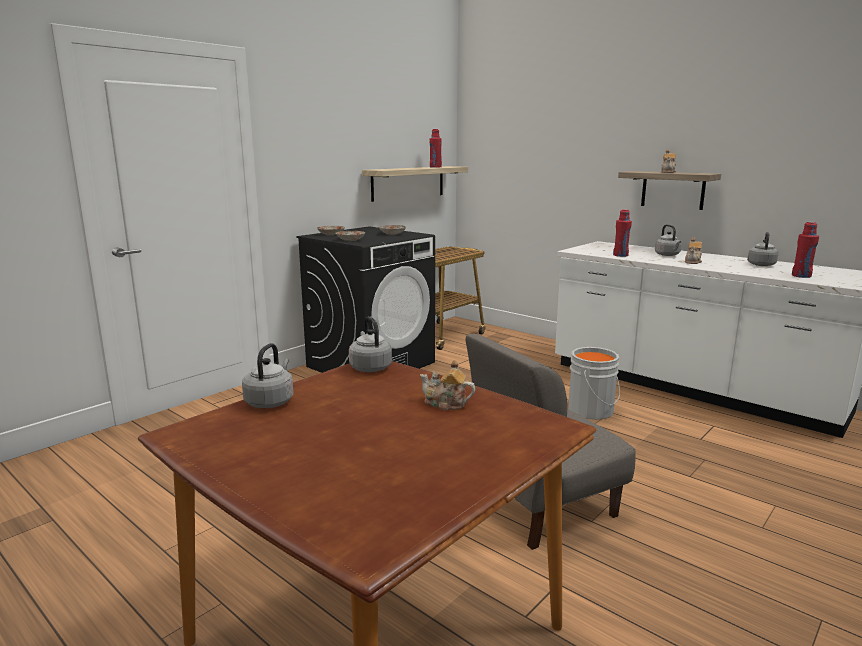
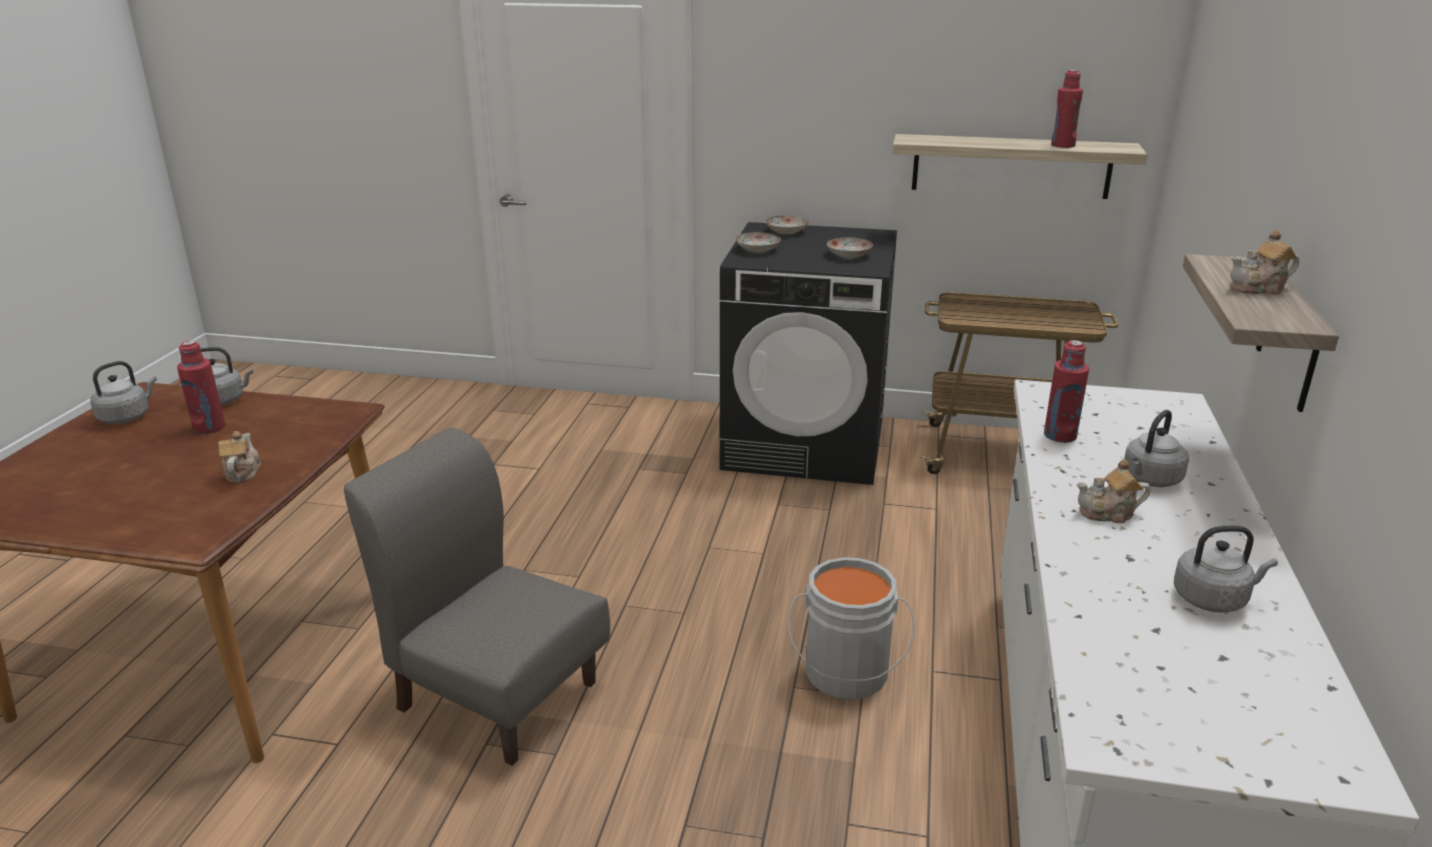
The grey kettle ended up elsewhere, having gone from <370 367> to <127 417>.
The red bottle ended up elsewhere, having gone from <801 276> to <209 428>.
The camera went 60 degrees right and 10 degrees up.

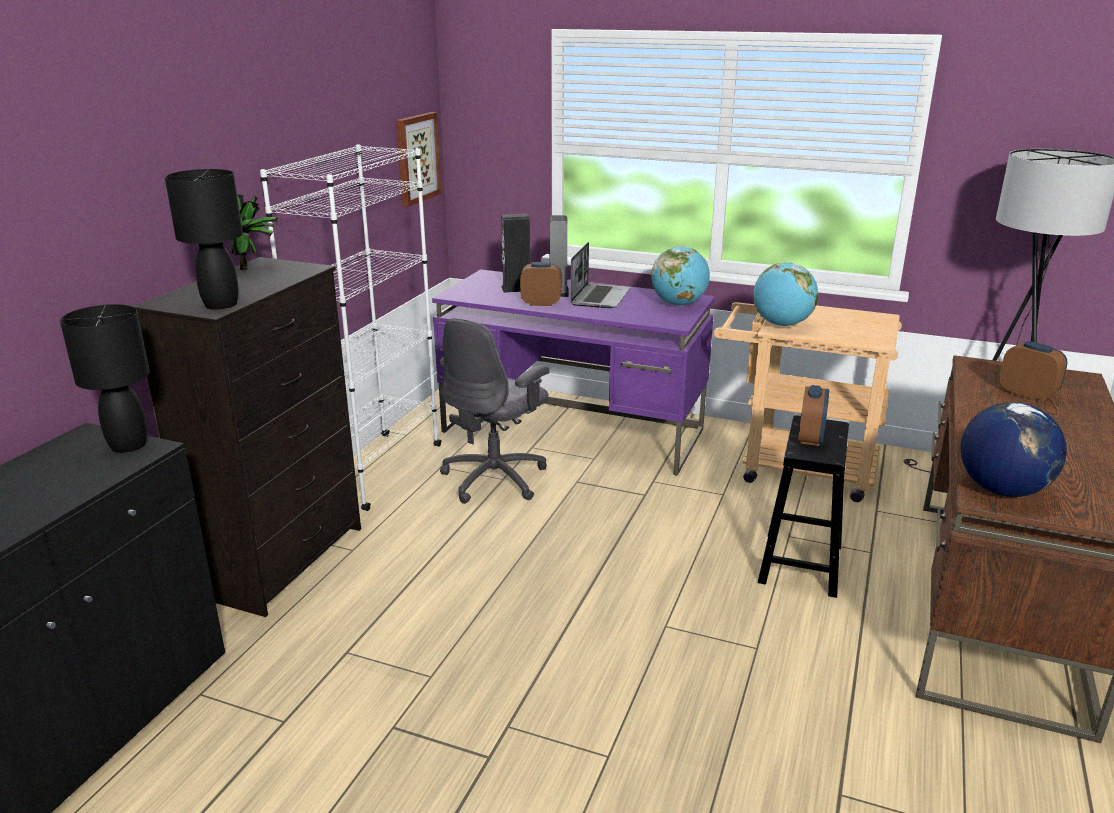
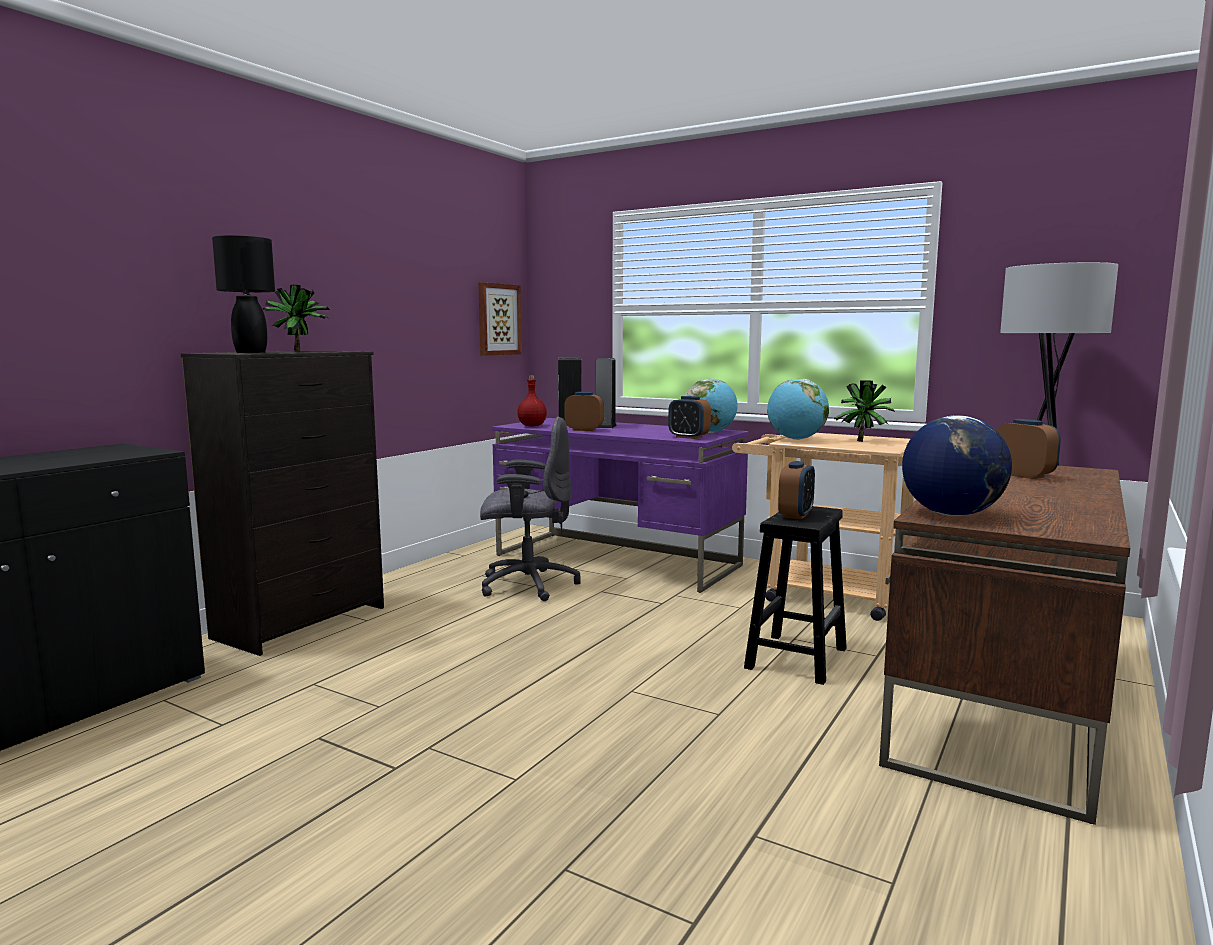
The grey office chair at <496 478> ended up facing another way, 135 degrees counterclockwise from before.
The second view gained the red bottle at <532 426>.
The second view gained the alarm clock at <688 437>.
The second view gained the potted plant at <864 441>.
The second view lost the black table lamp at <129 446>.
The second view lost the white bookcase at <375 470>.
The second view lost the laptop at <600 297>.
The camera went 10 degrees right and 15 degrees down.

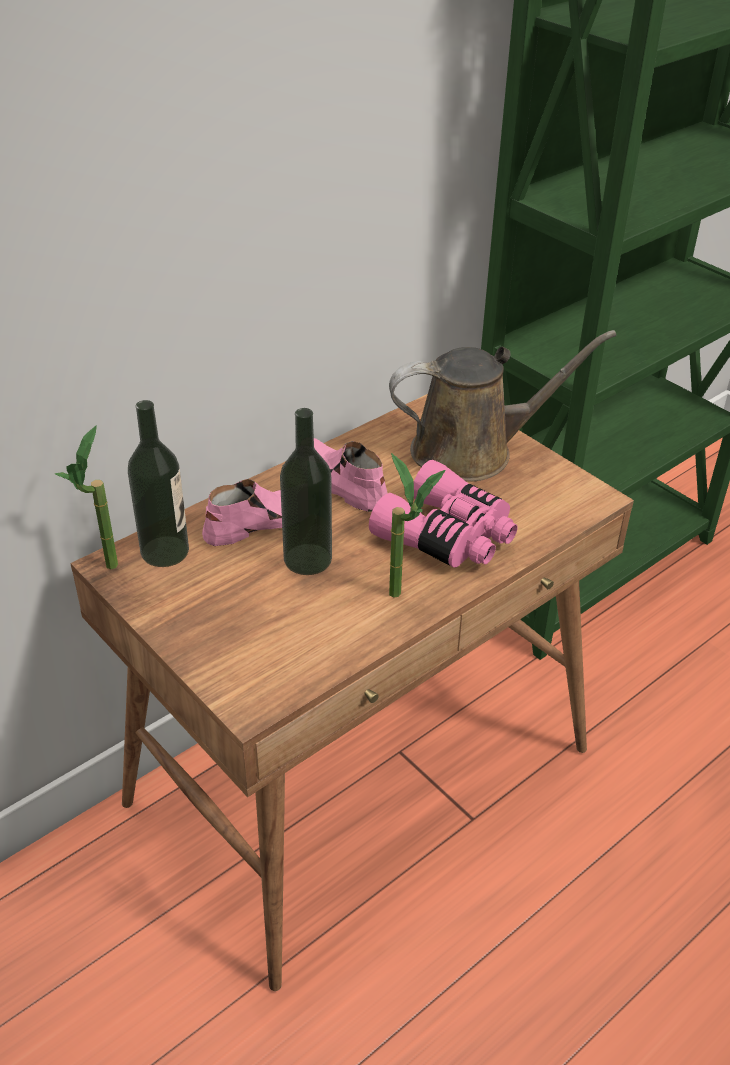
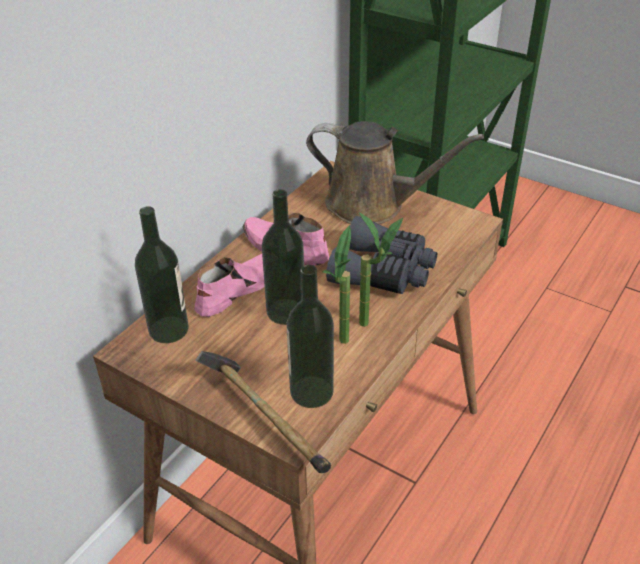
The second view gained the hammer at <264 421>.
The second view gained the bottle at <311 392>.
The brown watering can at <472 451> ended up facing another way, 45 degrees clockwise from before.
The potted plant ended up elsewhere, having gone from <104 573> to <343 347>.
What was the pink binoculars at <448 536> turned into the grey binoculars at <383 271>.
The camera went 15 degrees left and 0 degrees up.

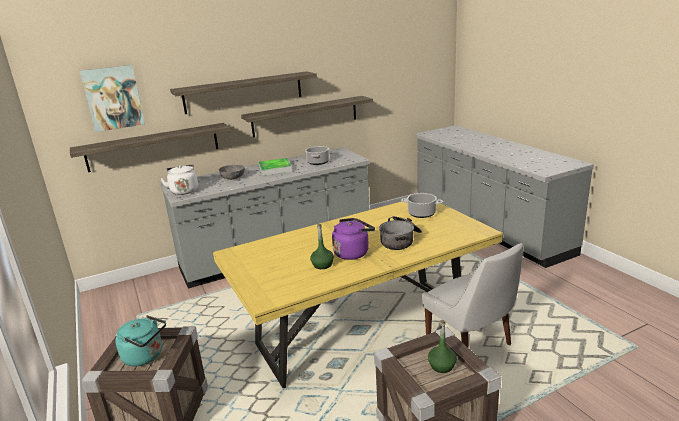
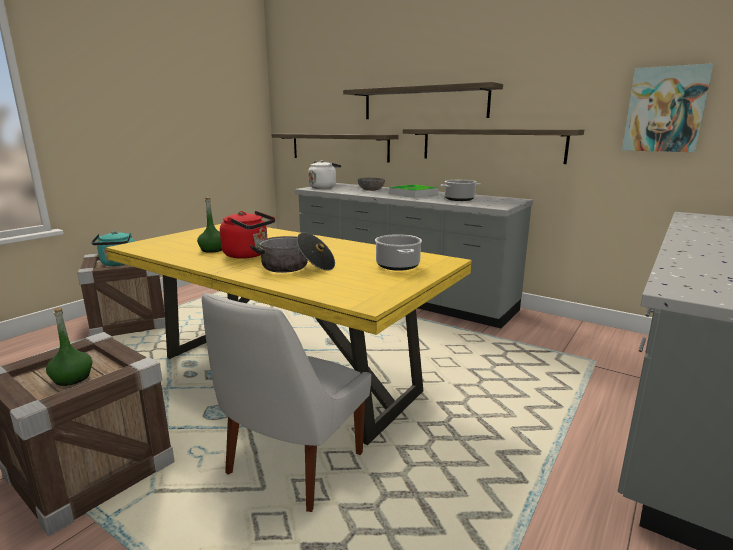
What was the purple kettle at <352 253> turned into the red kettle at <248 255>.
The picture ended up elsewhere, having gone from <113 98> to <665 109>.
The camera went 60 degrees right and 5 degrees down.

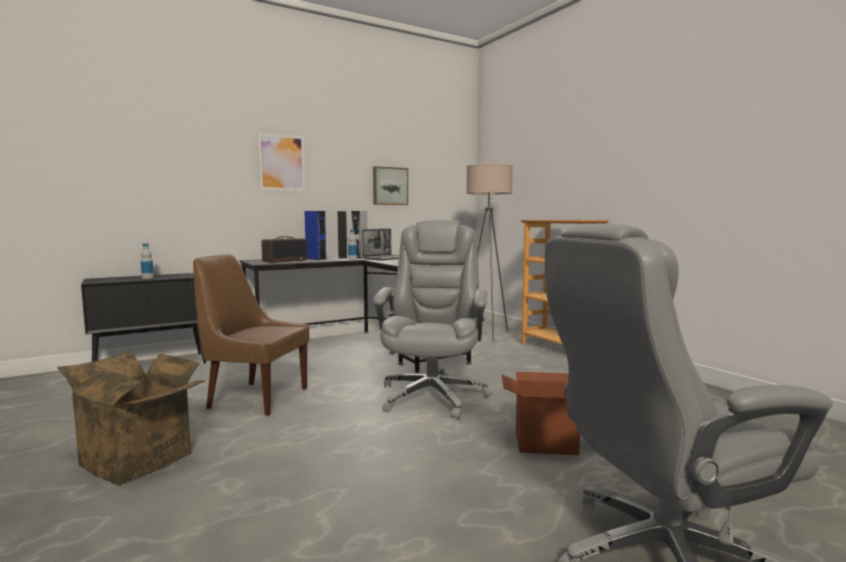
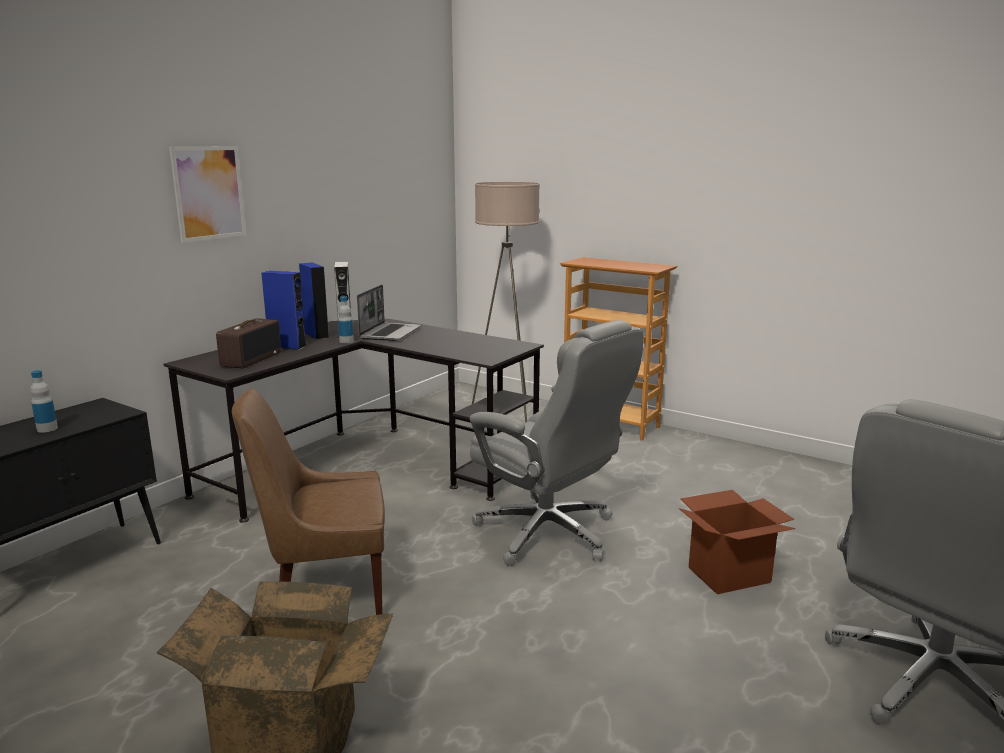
The grey office chair at <433 396> ended up facing another way, 150 degrees clockwise from before.
The second view lost the picture at <389 186>.
The camera went 25 degrees left and 10 degrees up.

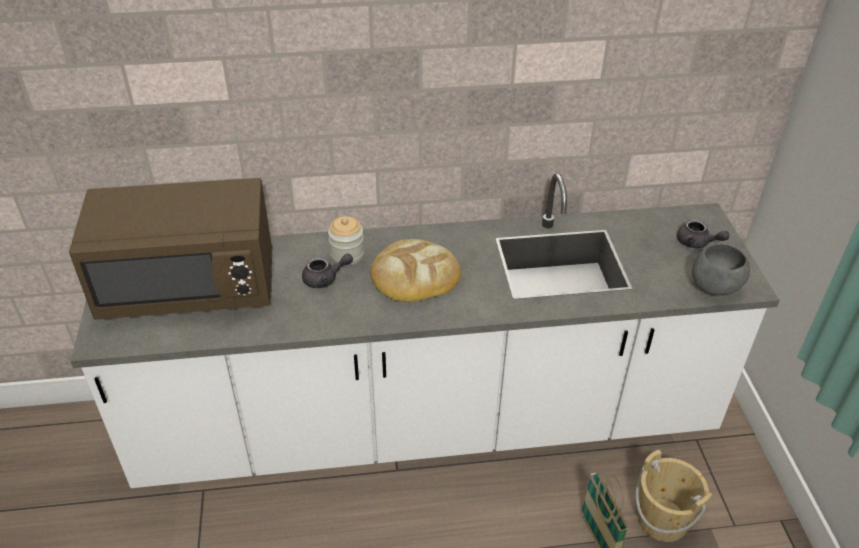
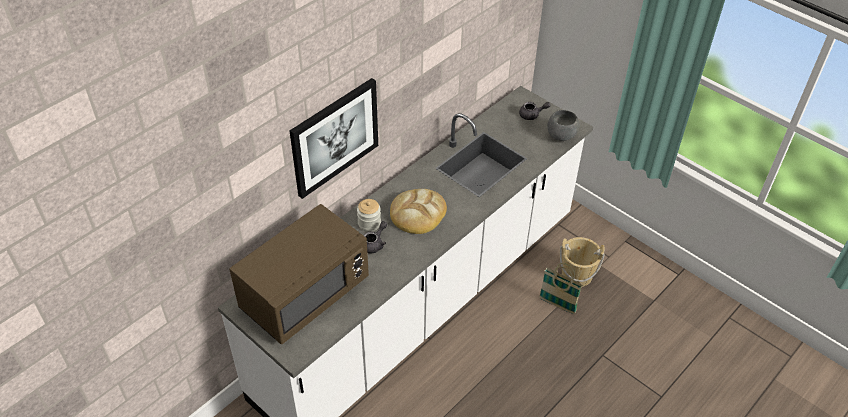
The second view gained the picture at <334 137>.
The camera went 40 degrees left and 5 degrees up.

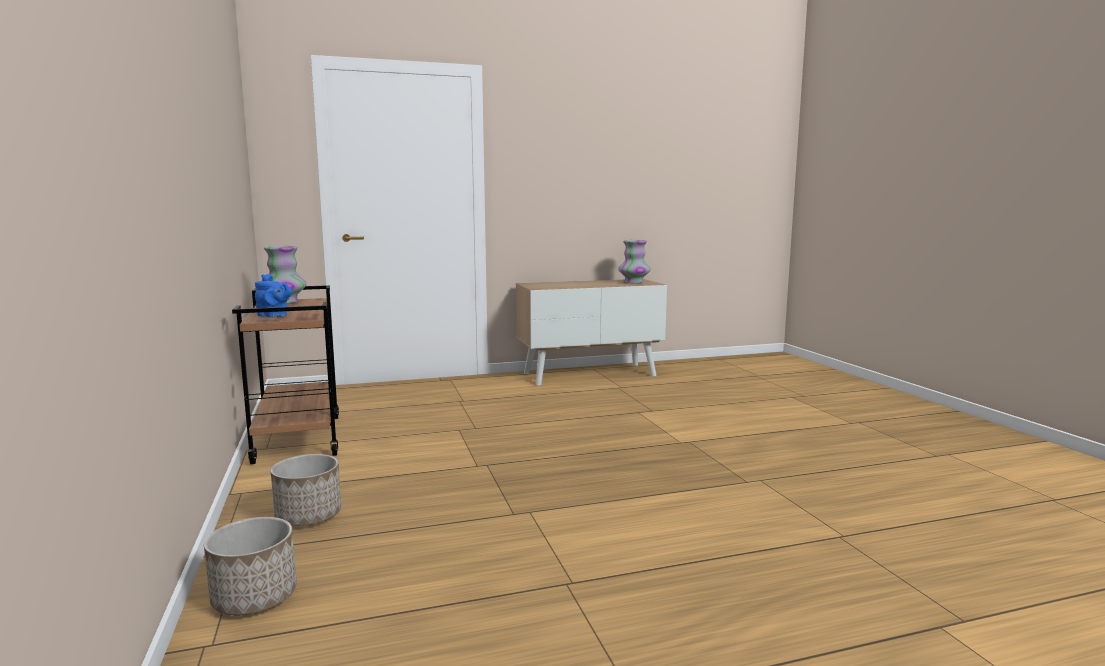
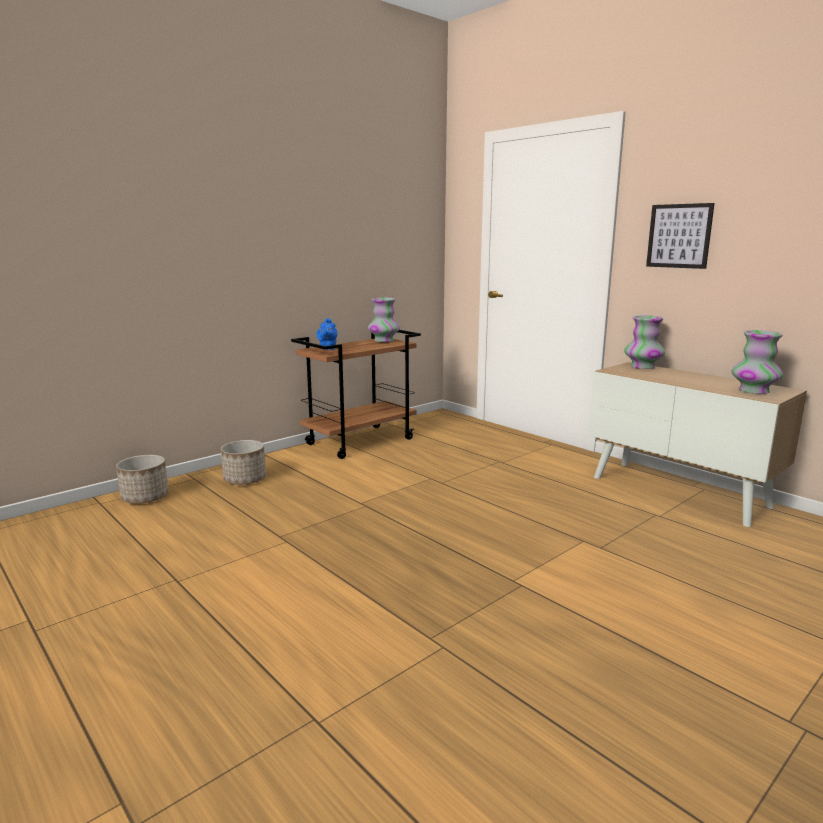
The second view gained the vase at <643 367>.
The second view gained the picture at <679 236>.
The camera went 65 degrees right and 5 degrees up.

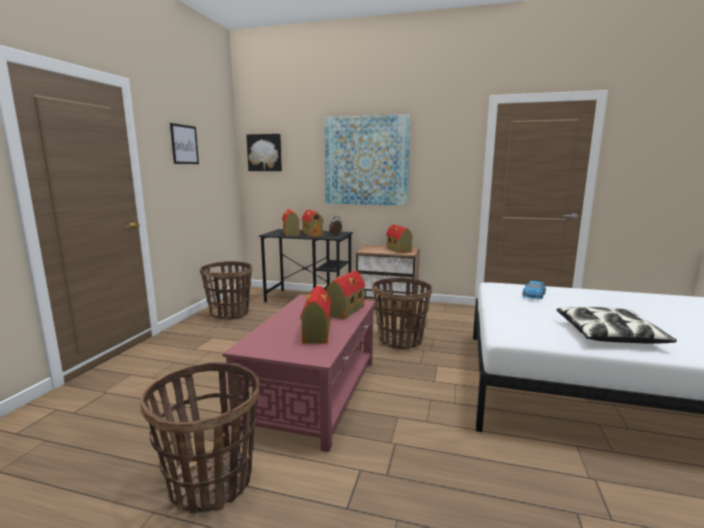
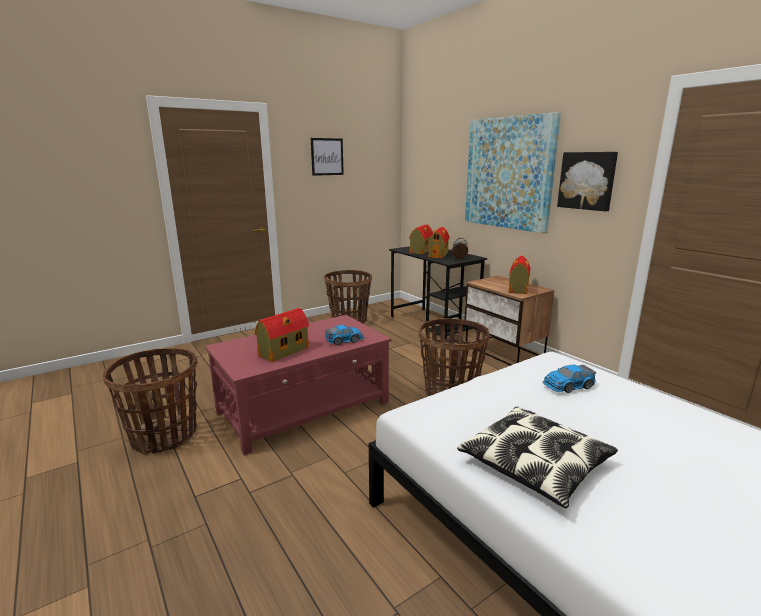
Where the toy house stood at <345 311>, the toy car came to stand at <344 340>.
The picture ended up elsewhere, having gone from <265 152> to <587 180>.
The camera went 40 degrees right and 5 degrees up.

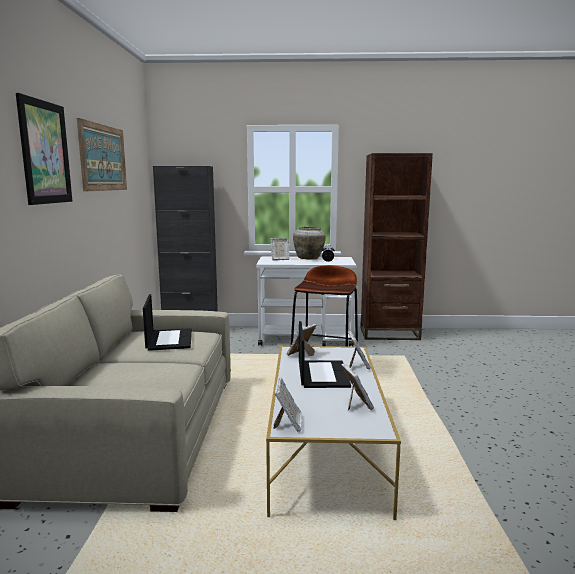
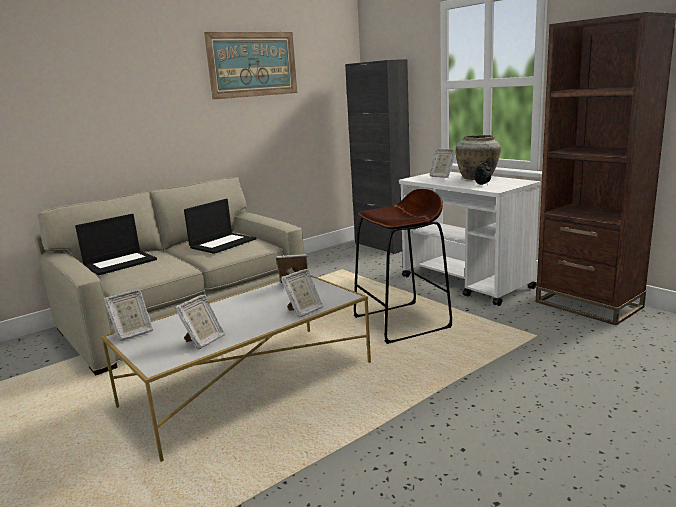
The laptop ended up elsewhere, having gone from <322 374> to <120 262>.
The second view lost the picture at <45 152>.
The camera went 50 degrees right and 5 degrees up.

